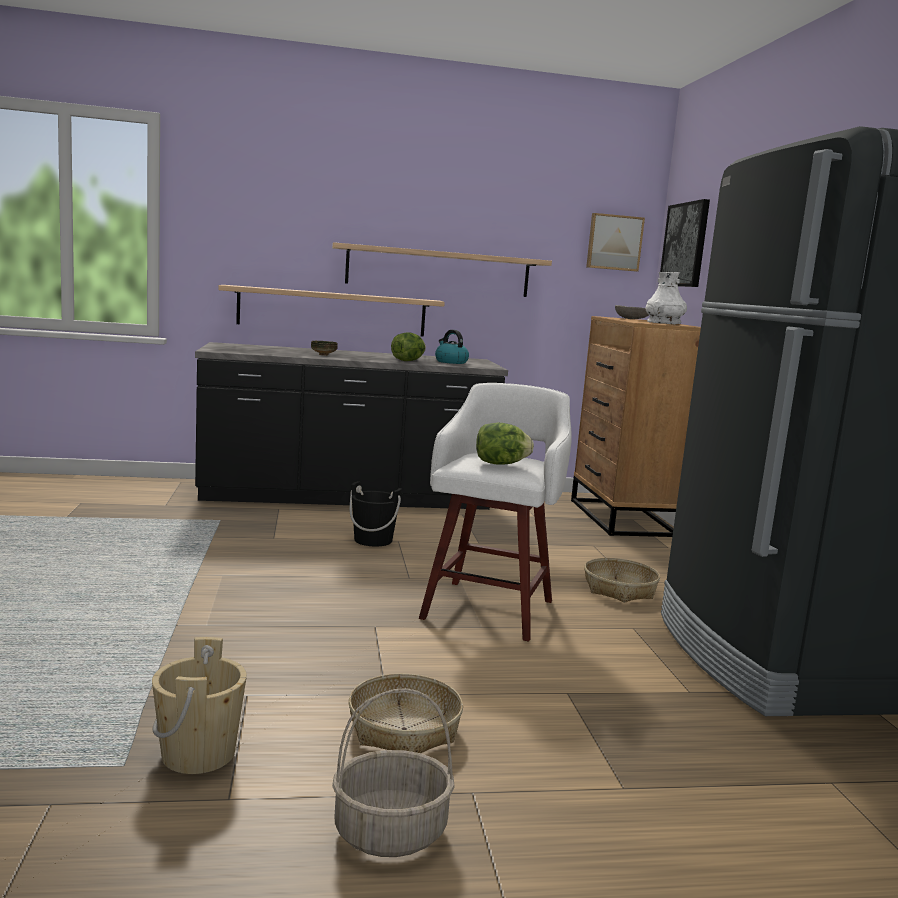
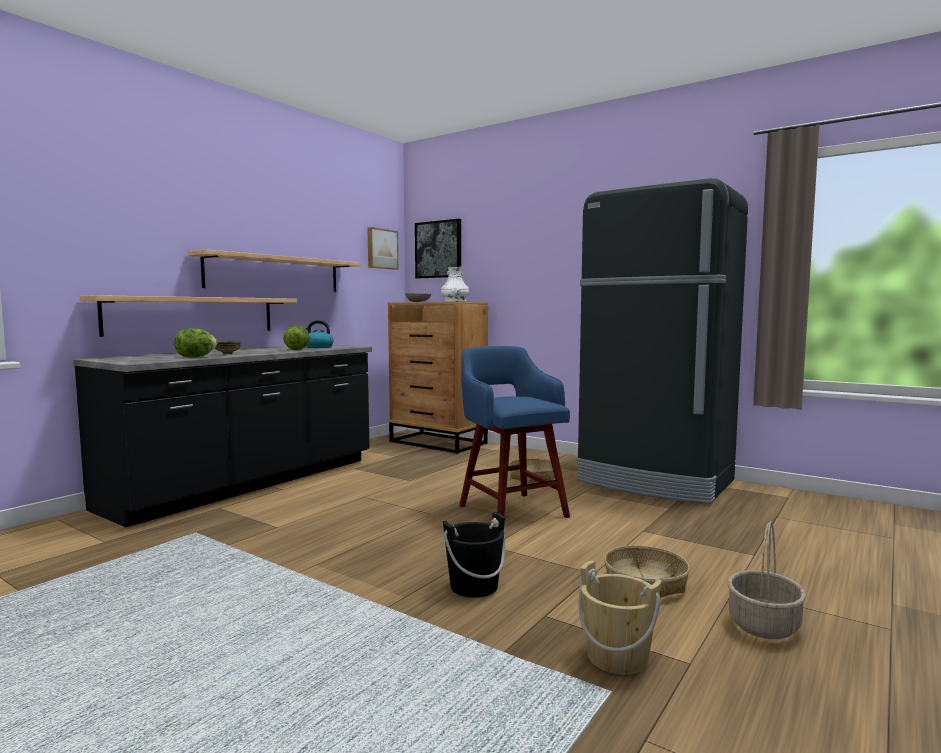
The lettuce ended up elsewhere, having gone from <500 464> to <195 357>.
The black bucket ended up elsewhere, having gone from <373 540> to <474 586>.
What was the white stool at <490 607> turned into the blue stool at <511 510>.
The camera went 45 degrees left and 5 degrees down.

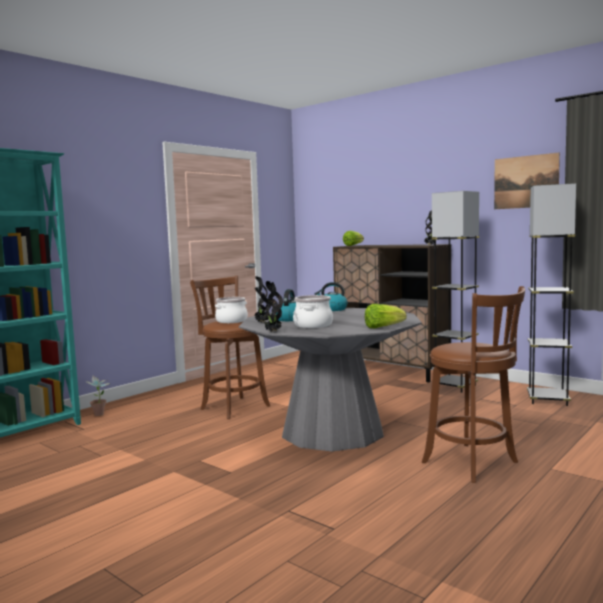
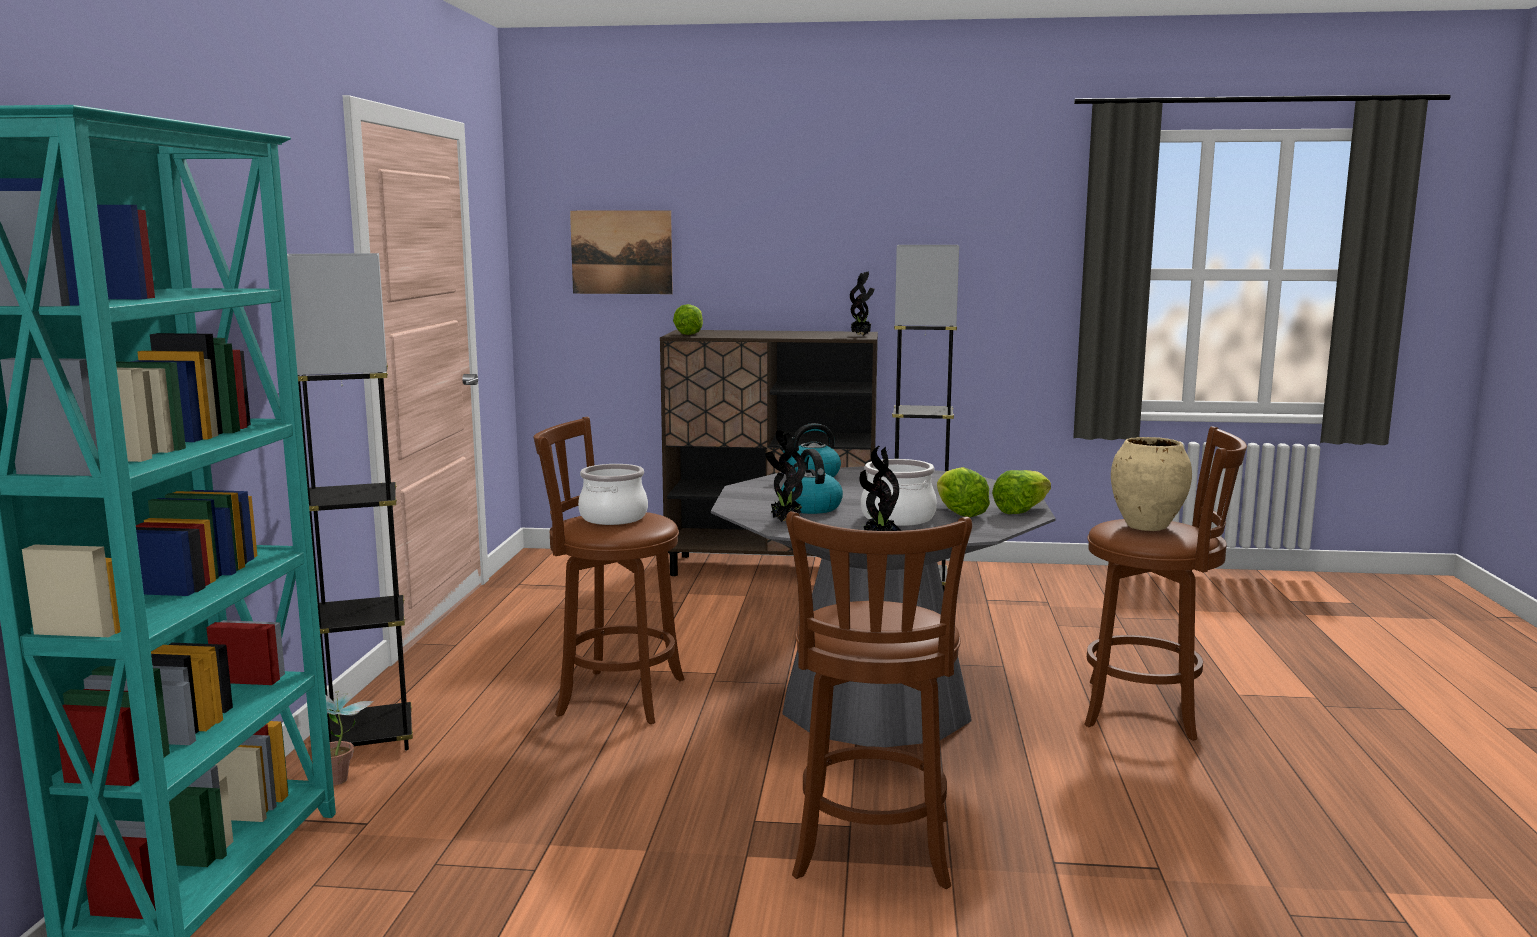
The grey floor lamp ended up elsewhere, having gone from <547 400> to <370 739>.
The picture ended up elsewhere, having gone from <525 182> to <621 252>.
The second view gained the brown stool at <872 853>.
The second view gained the lettuce at <959 513>.
The second view gained the beige vase at <1145 526>.
The camera went 35 degrees left and 5 degrees up.

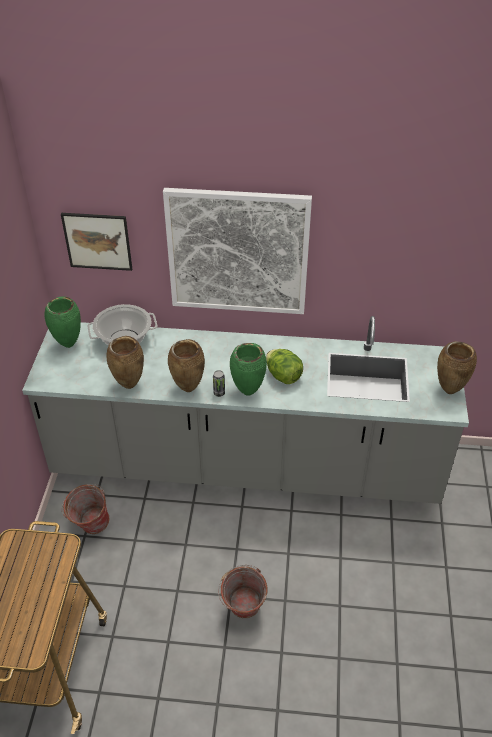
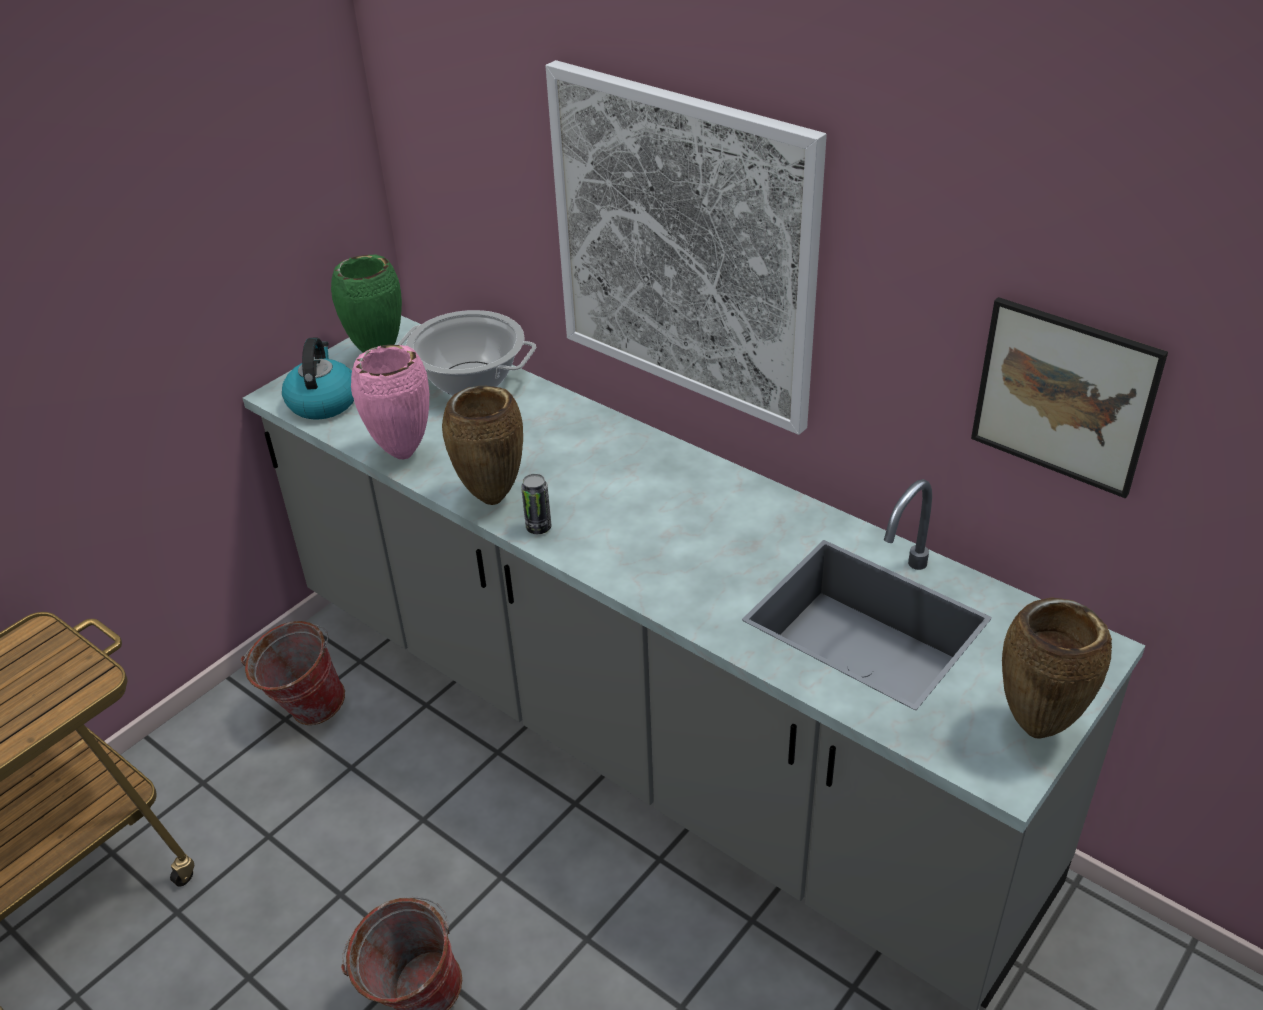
The second view gained the kettle at <323 402>.
What was the brown vase at <128 385> turned into the pink vase at <402 453>.
The picture ended up elsewhere, having gone from <97 241> to <1064 396>.
The second view lost the green vase at <247 392>.
The second view lost the lettuce at <283 376>.
The camera went 35 degrees right and 5 degrees down.

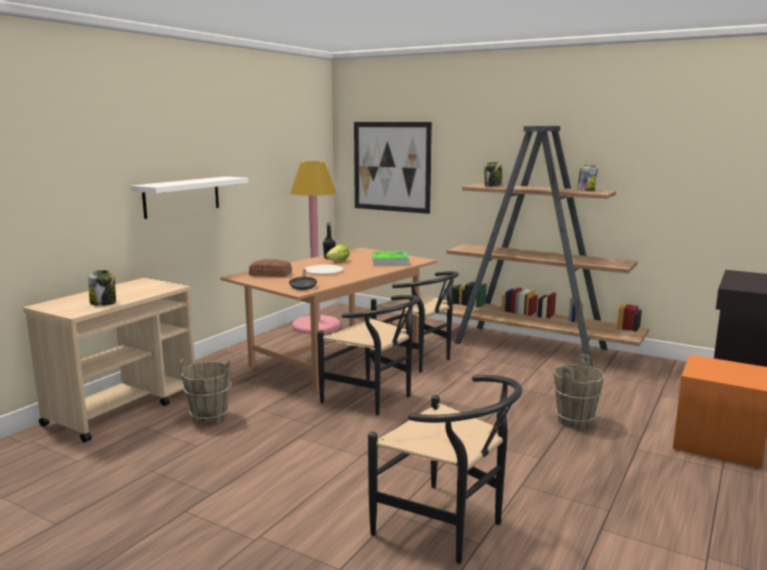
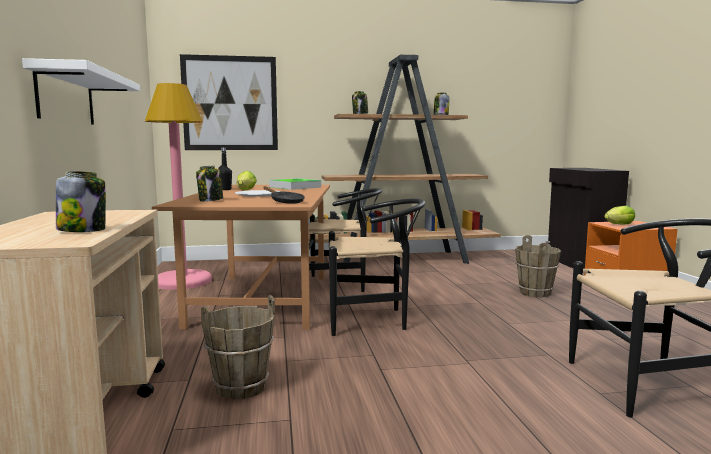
Where the bread stood at <270 274>, the jar came to stand at <211 200>.
The second view gained the lettuce at <619 224>.
The camera went 40 degrees left and 5 degrees down.

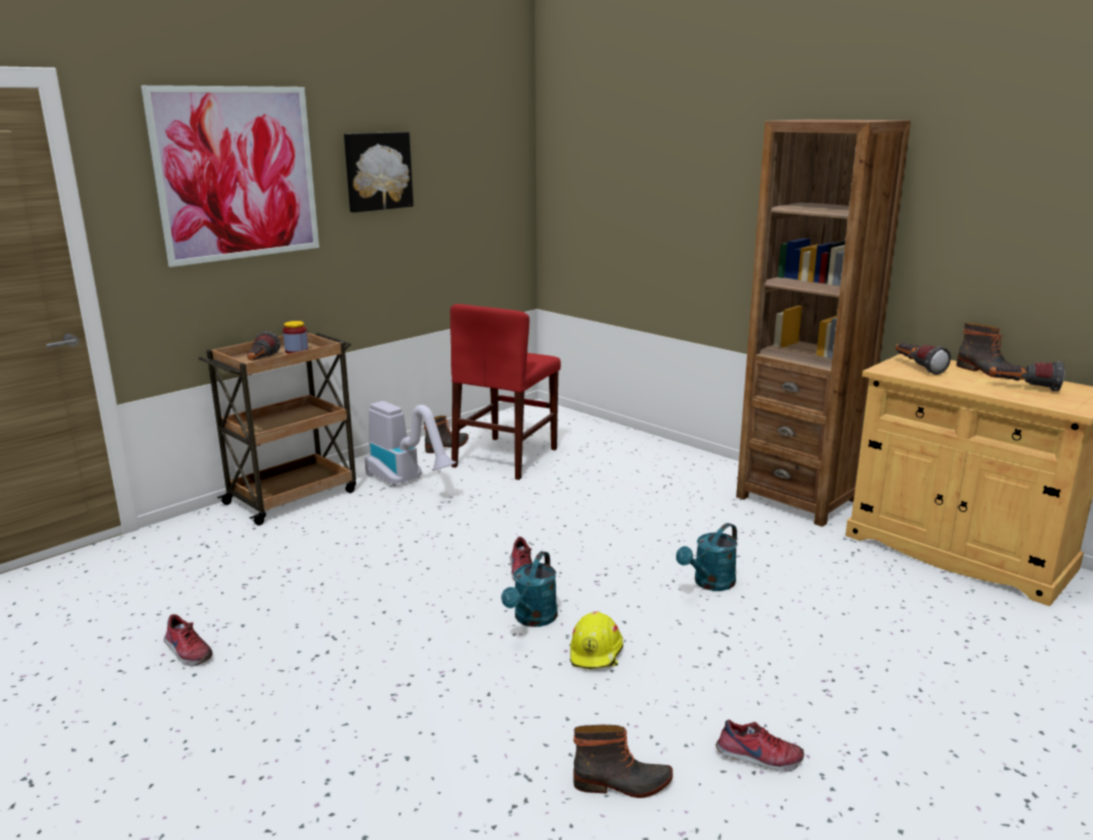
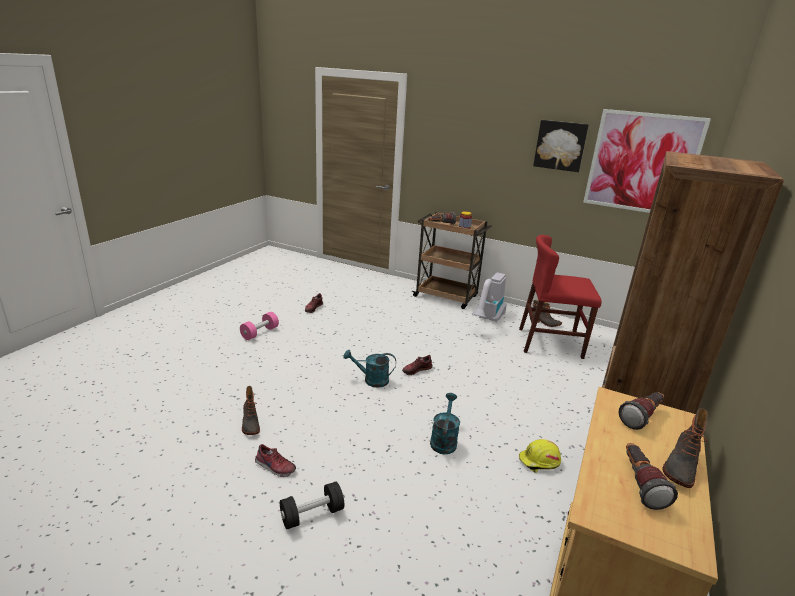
The second view gained the pink dumbbell at <260 333>.
The shoe at <758 758> ended up facing another way, 60 degrees counterclockwise from before.
The second view gained the black dumbbell at <312 515>.
The turquoise watering can at <710 584> ended up facing another way, 75 degrees clockwise from before.
The yellow hard hat ended up elsewhere, having gone from <596 653> to <539 462>.
The picture ended up elsewhere, having gone from <237 174> to <642 163>.
The camera went 70 degrees right and 5 degrees up.

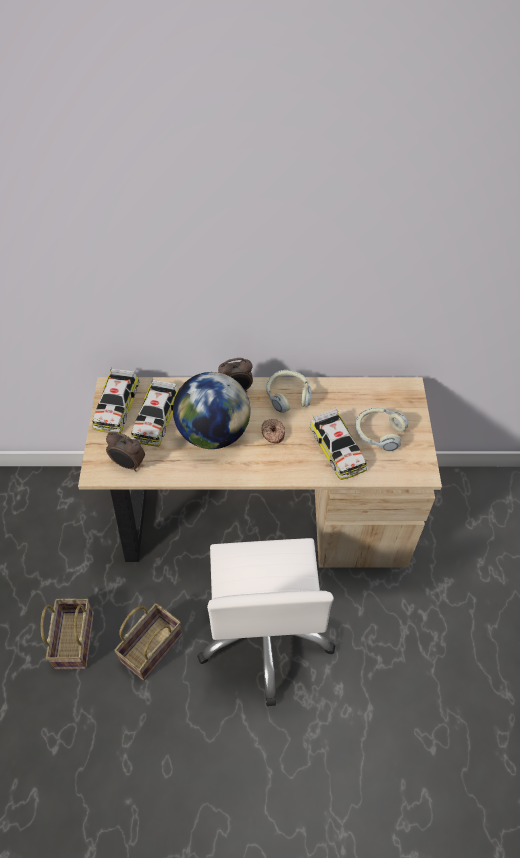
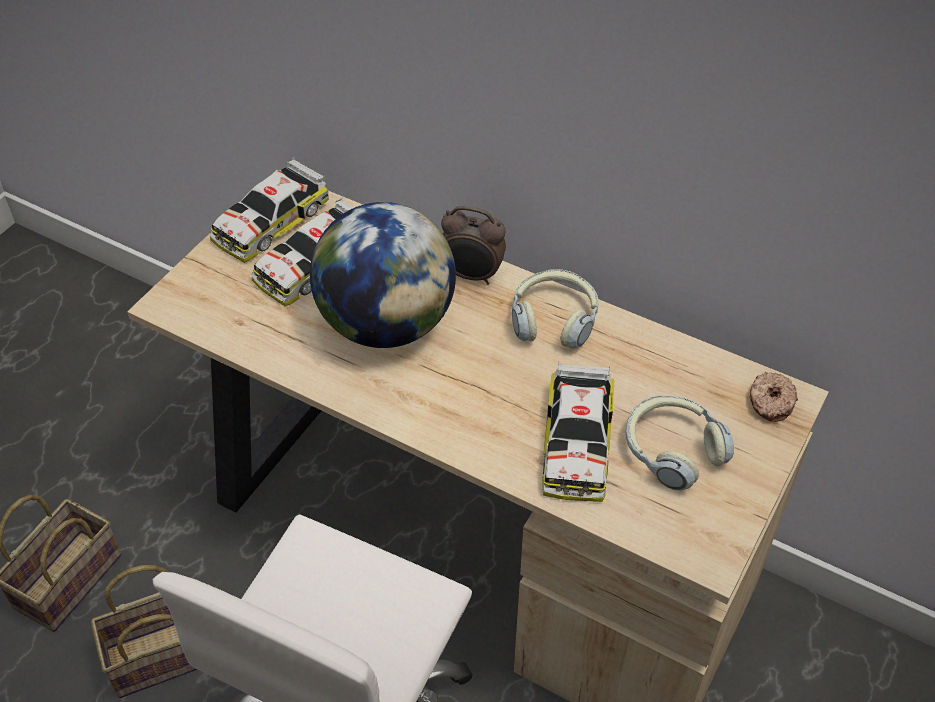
The donut ended up elsewhere, having gone from <272 434> to <770 402>.
The second view lost the alarm clock at <128 464>.
The camera went 30 degrees right and 5 degrees down.

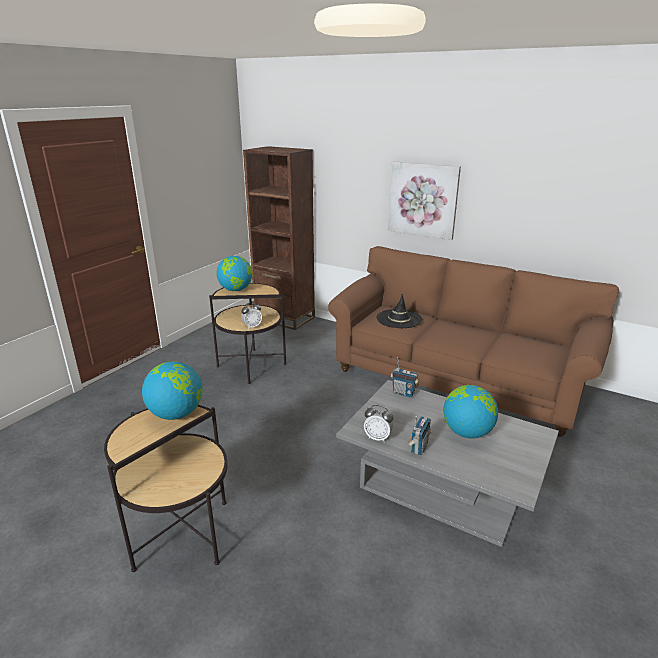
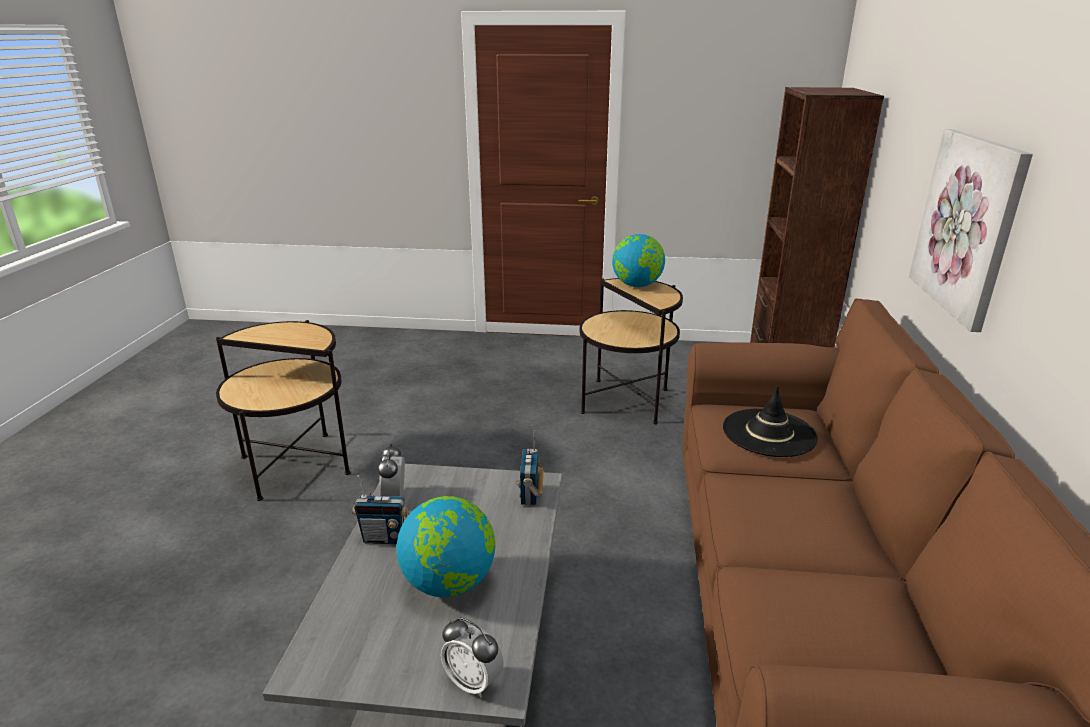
The alarm clock ended up elsewhere, having gone from <252 326> to <473 682>.
The second view lost the globe at <176 414>.
The camera went 65 degrees right and 0 degrees up.

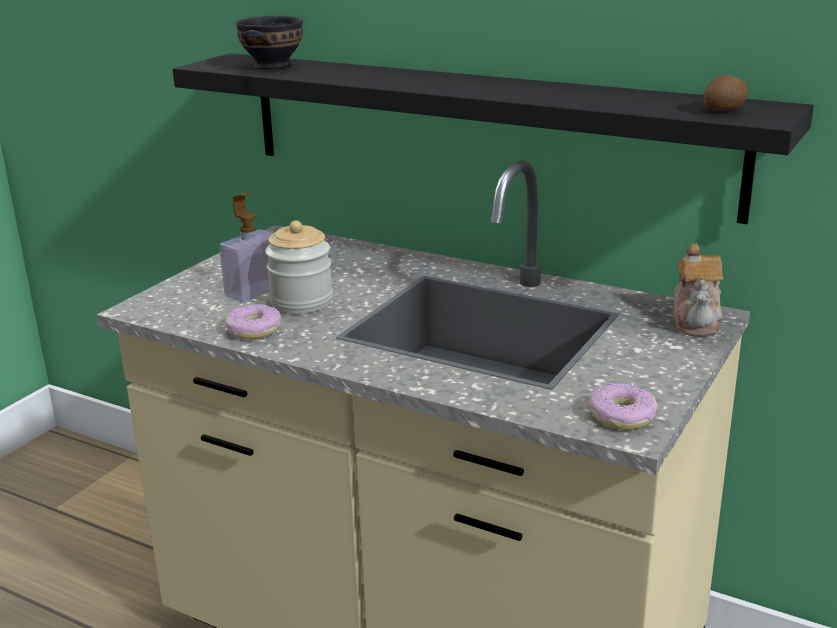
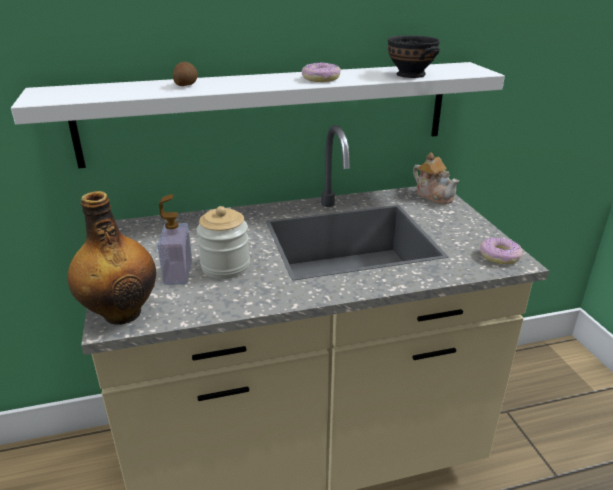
What was the black shelf at <479 131> turned into the white shelf at <269 113>.
The second view gained the bottle at <121 312>.
The potato ended up elsewhere, having gone from <724 110> to <187 85>.
The donut ended up elsewhere, having gone from <254 330> to <321 79>.
The black bowl ended up elsewhere, having gone from <271 66> to <410 75>.
The camera went 45 degrees left and 5 degrees up.

